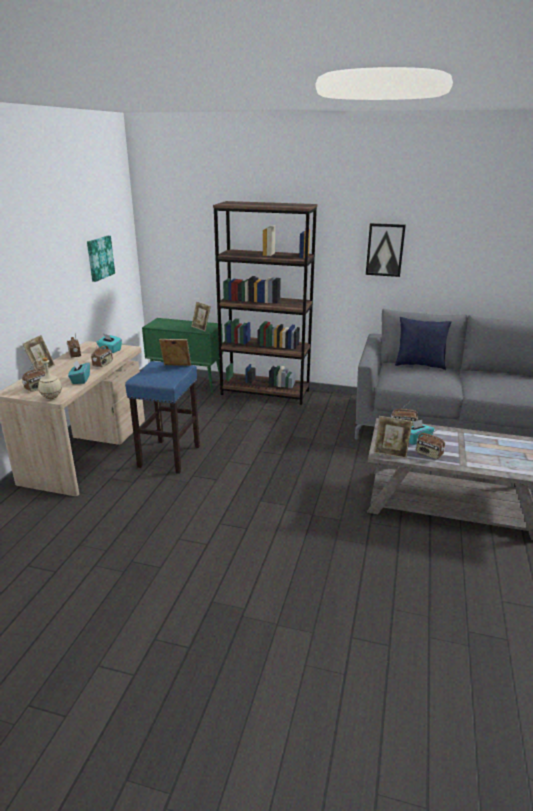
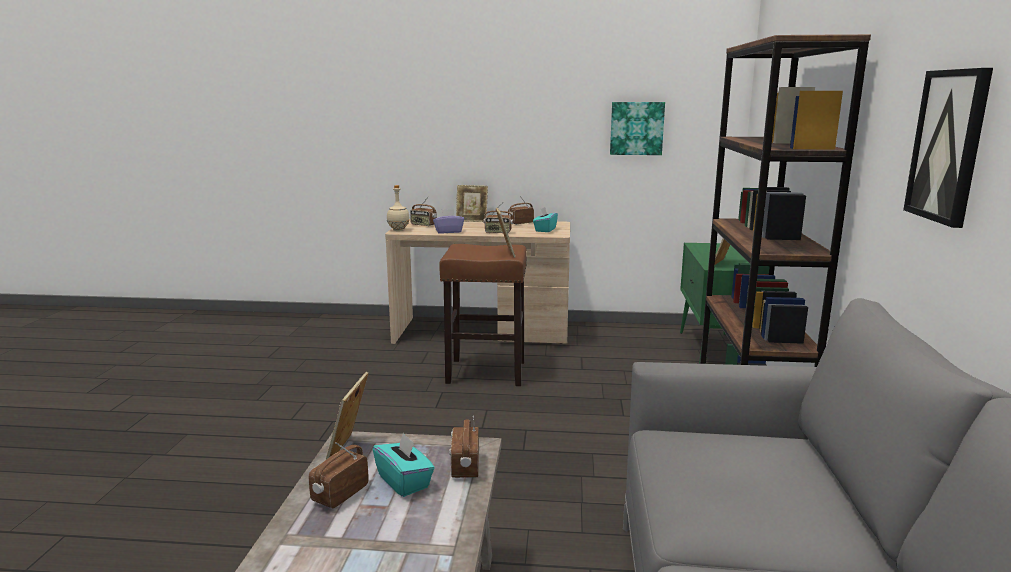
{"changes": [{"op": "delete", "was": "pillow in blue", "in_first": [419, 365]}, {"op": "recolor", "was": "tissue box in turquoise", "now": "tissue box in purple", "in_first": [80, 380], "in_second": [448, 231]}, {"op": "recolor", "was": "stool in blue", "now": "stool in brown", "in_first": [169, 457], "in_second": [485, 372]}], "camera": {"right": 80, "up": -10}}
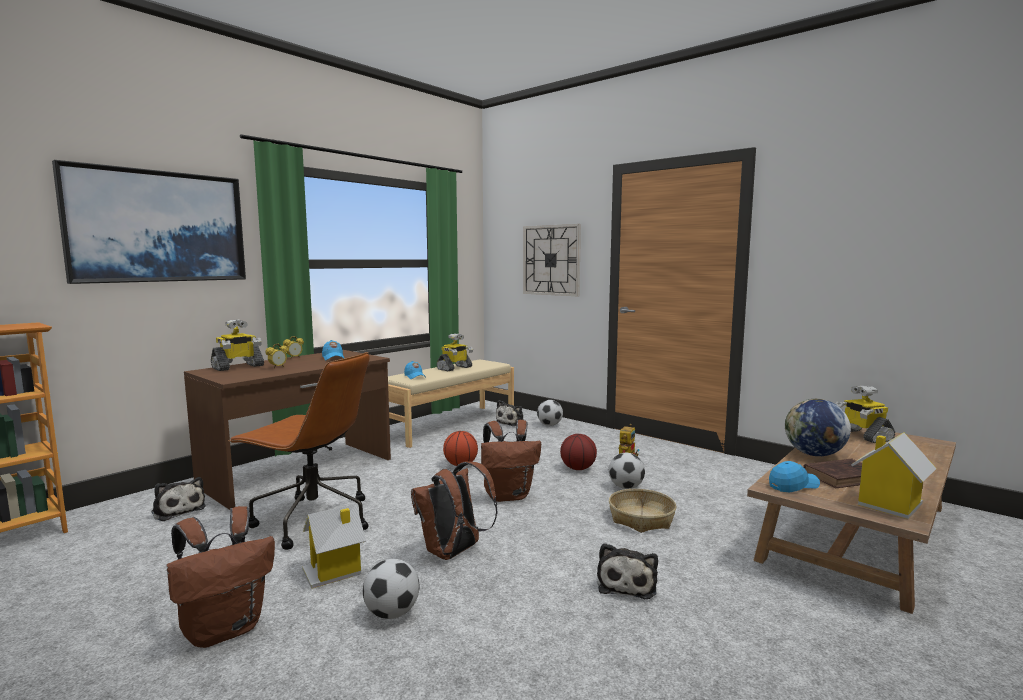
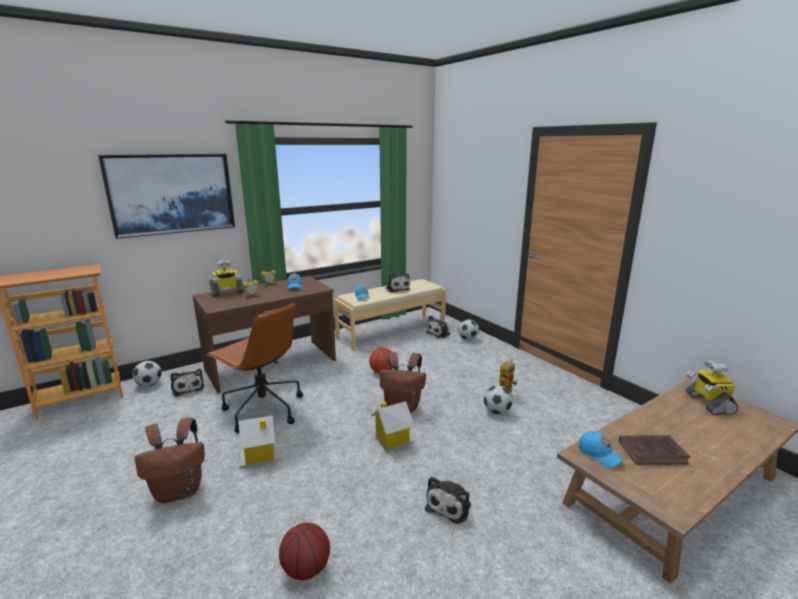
{"changes": [{"op": "delete", "was": "backpack in brown", "in_first": [453, 553]}, {"op": "delete", "was": "wall clock", "in_first": [551, 260]}, {"op": "delete", "was": "basket", "in_first": [641, 518]}, {"op": "delete", "was": "globe", "in_first": [814, 454]}, {"op": "move", "was": "football", "in_first": [392, 613], "in_second": [149, 384]}, {"op": "move", "was": "basketball", "in_first": [577, 468], "in_second": [305, 569]}, {"op": "move", "was": "toy house", "in_first": [888, 505], "in_second": [392, 440]}, {"op": "replace", "was": "toy robot", "now": "plush toy", "in_first": [455, 368], "in_second": [397, 289]}, {"op": "rotate", "was": "cap in blue", "in_first": [793, 485], "in_second": [599, 455], "clockwise": 60}], "camera": {"right": 15, "up": 10}}
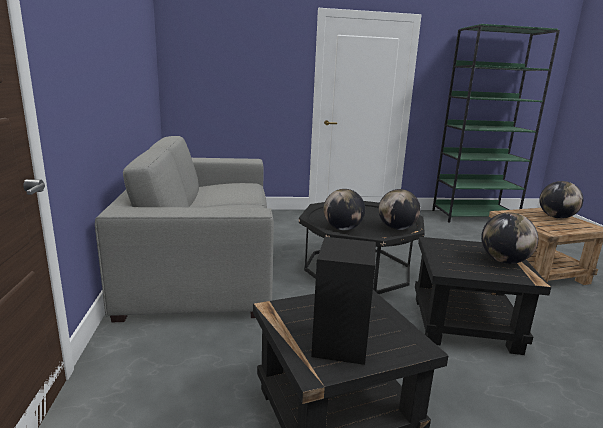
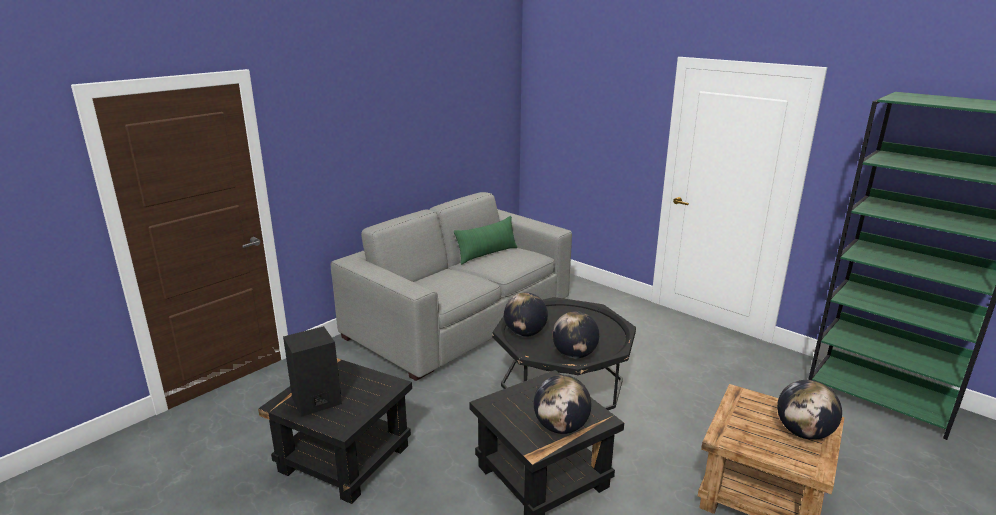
{"changes": [{"op": "insert", "now": "pillow in green", "in_second": [487, 254]}], "camera": {"right": 50, "up": 5}}
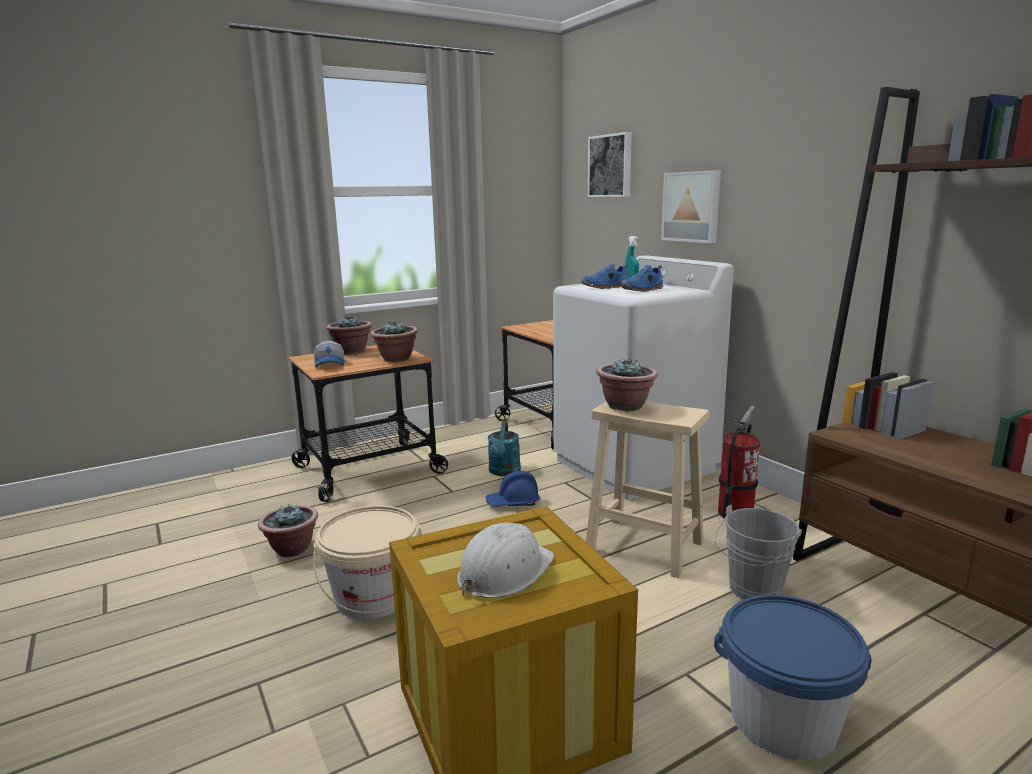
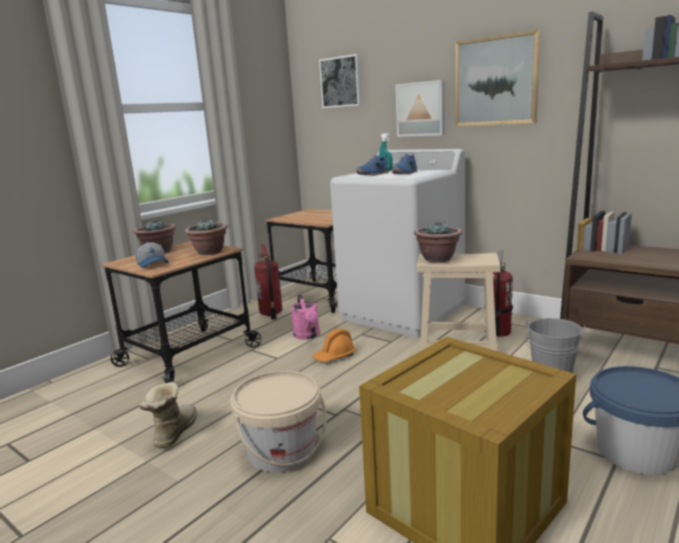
{"changes": [{"op": "delete", "was": "hard hat in white", "in_first": [504, 571]}, {"op": "insert", "now": "fire extinguisher", "in_second": [271, 314]}, {"op": "insert", "now": "picture", "in_second": [496, 81]}, {"op": "replace", "was": "potted plant", "now": "boot", "in_first": [292, 549], "in_second": [172, 433]}, {"op": "recolor", "was": "hard hat in blue", "now": "hard hat in orange", "in_first": [513, 503], "in_second": [335, 356]}, {"op": "recolor", "was": "watering can in turquoise", "now": "watering can in pink", "in_first": [504, 472], "in_second": [308, 336]}], "camera": {"right": -20, "up": 0}}
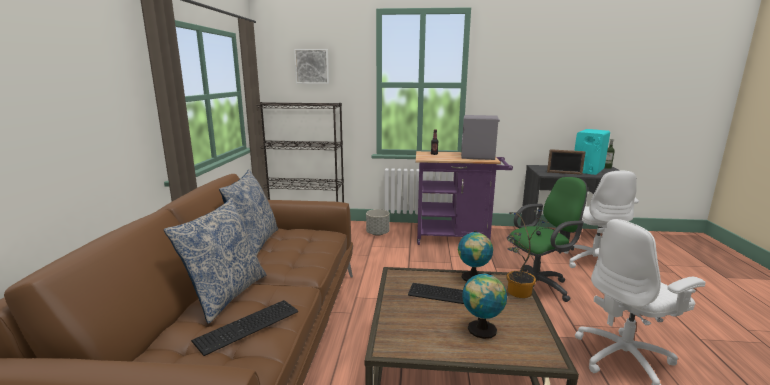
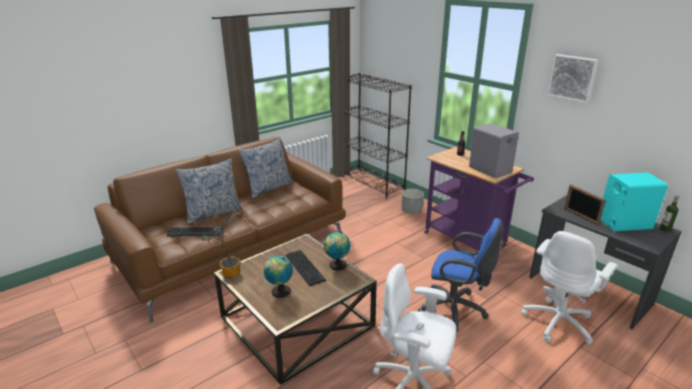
{"changes": [{"op": "move", "was": "picture", "in_first": [312, 66], "in_second": [572, 77]}, {"op": "move", "was": "potted plant", "in_first": [517, 293], "in_second": [228, 272]}, {"op": "recolor", "was": "office chair in green", "now": "office chair in blue", "in_first": [538, 286], "in_second": [456, 310]}], "camera": {"right": 45, "up": 10}}
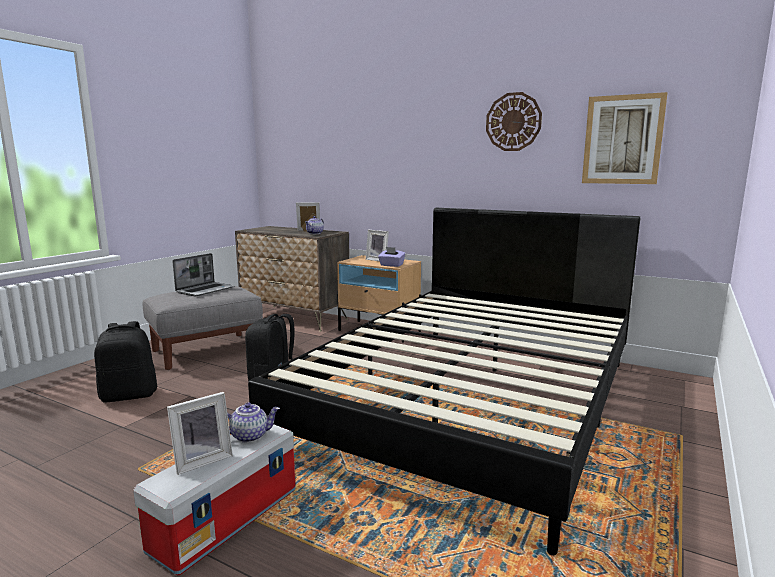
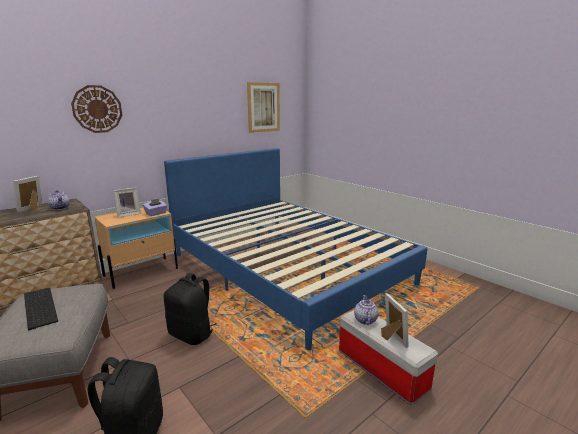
{"changes": [{"op": "move", "was": "wall clock", "in_first": [513, 122], "in_second": [97, 109]}, {"op": "replace", "was": "laptop", "now": "keyboard", "in_first": [205, 290], "in_second": [38, 307]}, {"op": "recolor", "was": "bed in black", "now": "bed in blue", "in_first": [472, 401], "in_second": [287, 268]}], "camera": {"right": -70, "up": 5}}
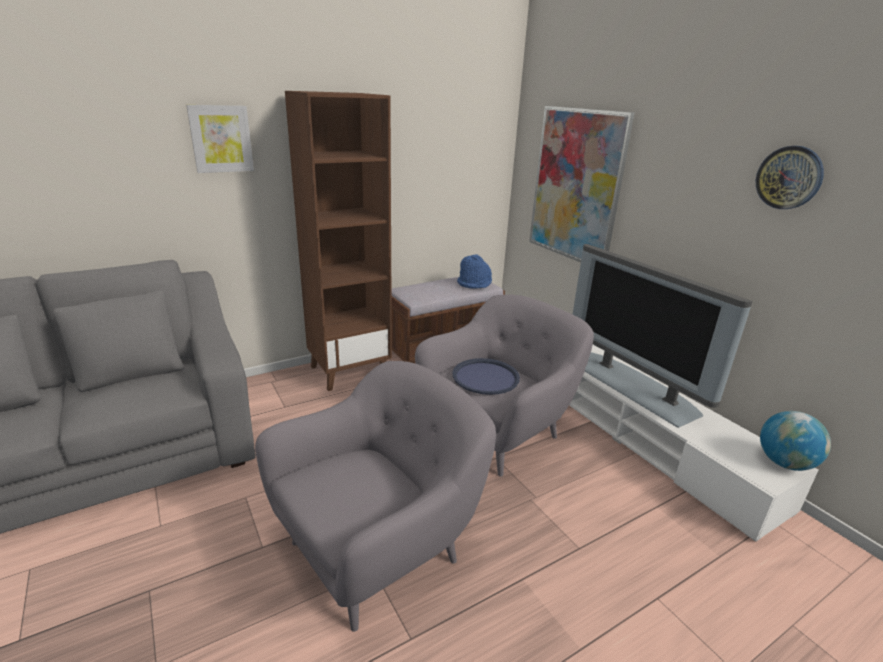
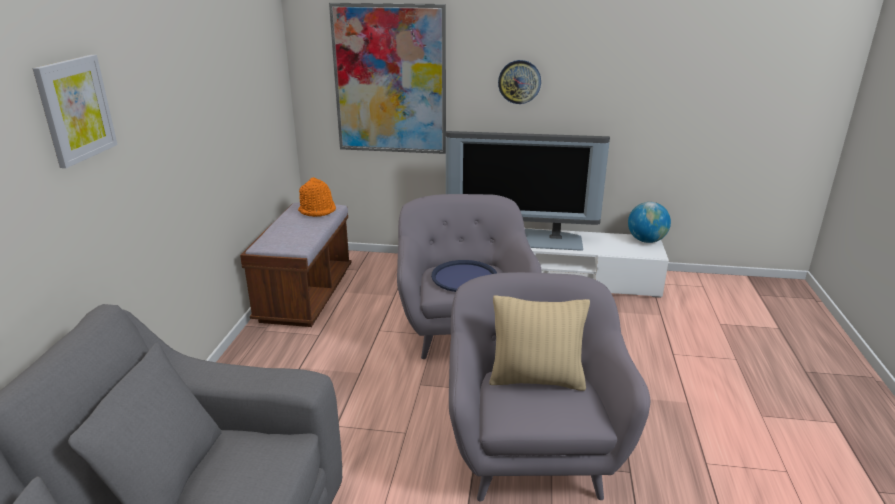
{"changes": [{"op": "delete", "was": "bookcase in brown", "in_first": [349, 370]}, {"op": "insert", "now": "pillow in beige", "in_second": [536, 379]}, {"op": "move", "was": "wall clock", "in_first": [789, 177], "in_second": [519, 82]}, {"op": "recolor", "was": "hat in blue", "now": "hat in orange", "in_first": [474, 283], "in_second": [317, 210]}], "camera": {"right": -50, "up": 0}}
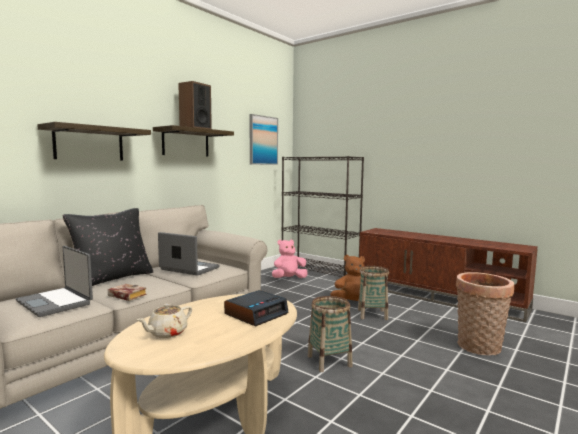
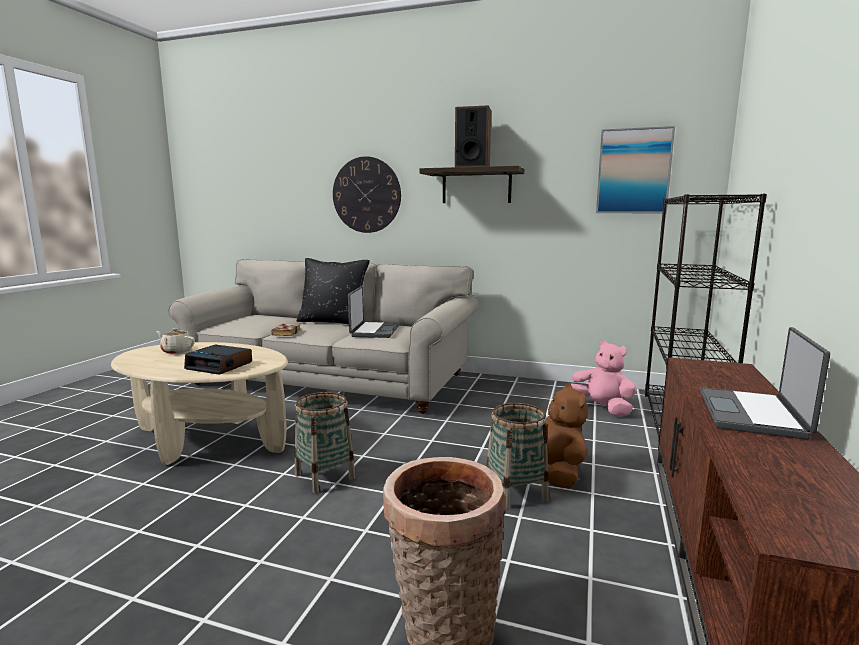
{"changes": [{"op": "move", "was": "laptop", "in_first": [56, 302], "in_second": [753, 414]}, {"op": "replace", "was": "shelf", "now": "wall clock", "in_first": [89, 144], "in_second": [366, 195]}], "camera": {"right": 70, "up": 5}}
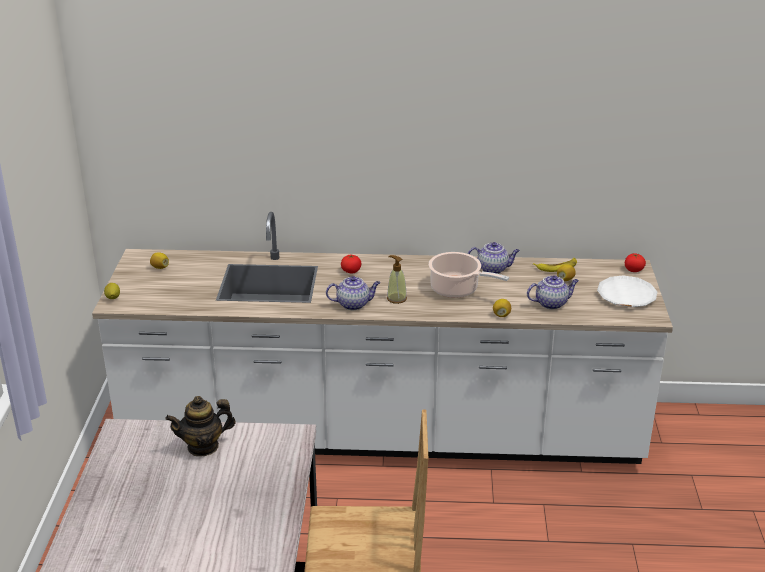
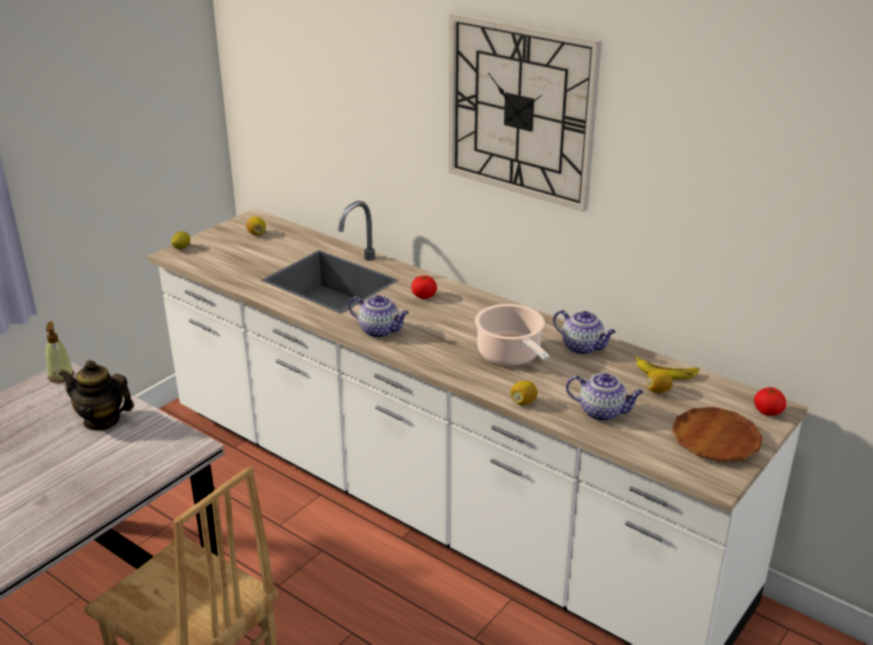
{"changes": [{"op": "insert", "now": "wall clock", "in_second": [520, 111]}, {"op": "move", "was": "soap dispenser", "in_first": [396, 298], "in_second": [61, 376]}, {"op": "recolor", "was": "plate in white", "now": "plate in brown", "in_first": [626, 295], "in_second": [715, 440]}], "camera": {"right": 35, "up": 0}}
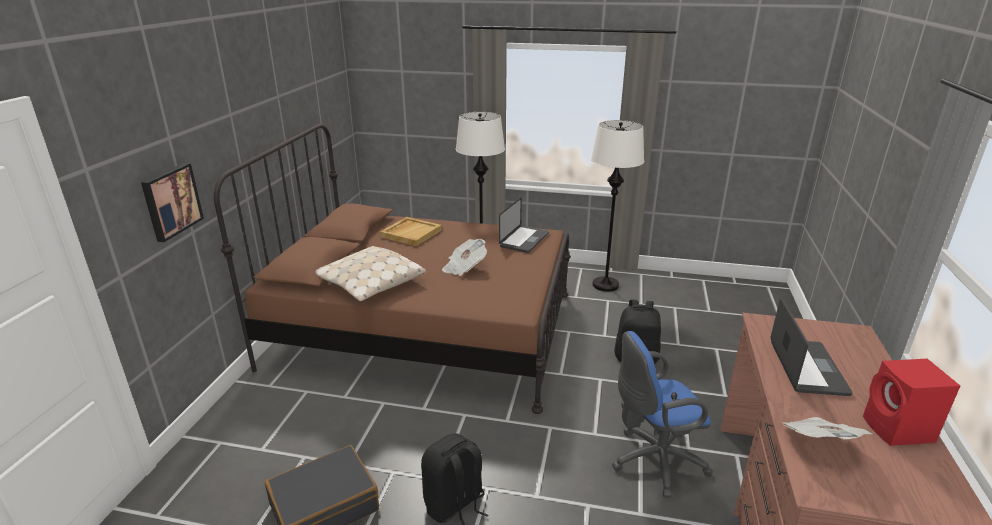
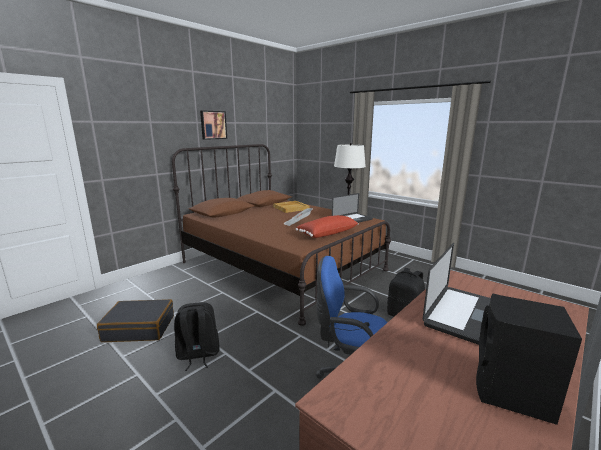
{"changes": [{"op": "delete", "was": "pillow in beige", "in_first": [369, 284]}, {"op": "delete", "was": "floor lamp in white", "in_first": [606, 285]}, {"op": "delete", "was": "newspaper", "in_first": [819, 443]}, {"op": "insert", "now": "pillow in red", "in_second": [327, 233]}, {"op": "move", "was": "picture", "in_first": [171, 201], "in_second": [213, 125]}, {"op": "recolor", "was": "speaker in red", "now": "speaker in black", "in_first": [898, 431], "in_second": [512, 394]}], "camera": {"right": 30, "up": -10}}
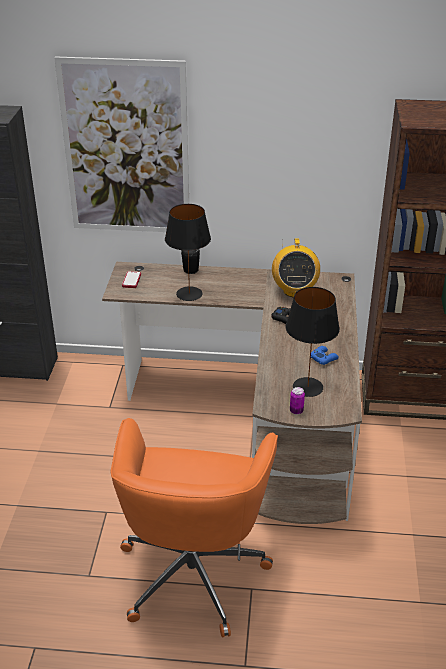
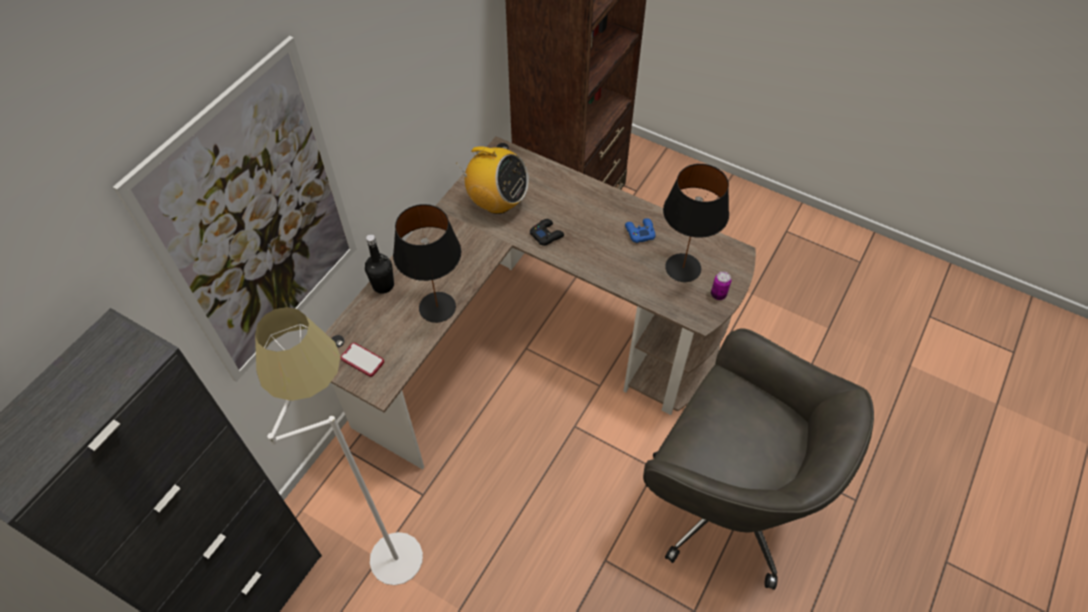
{"changes": [{"op": "insert", "now": "floor lamp in white", "in_second": [382, 540]}, {"op": "recolor", "was": "office chair in orange", "now": "office chair in grey", "in_first": [193, 570], "in_second": [725, 500]}], "camera": {"right": -65, "up": 20}}
